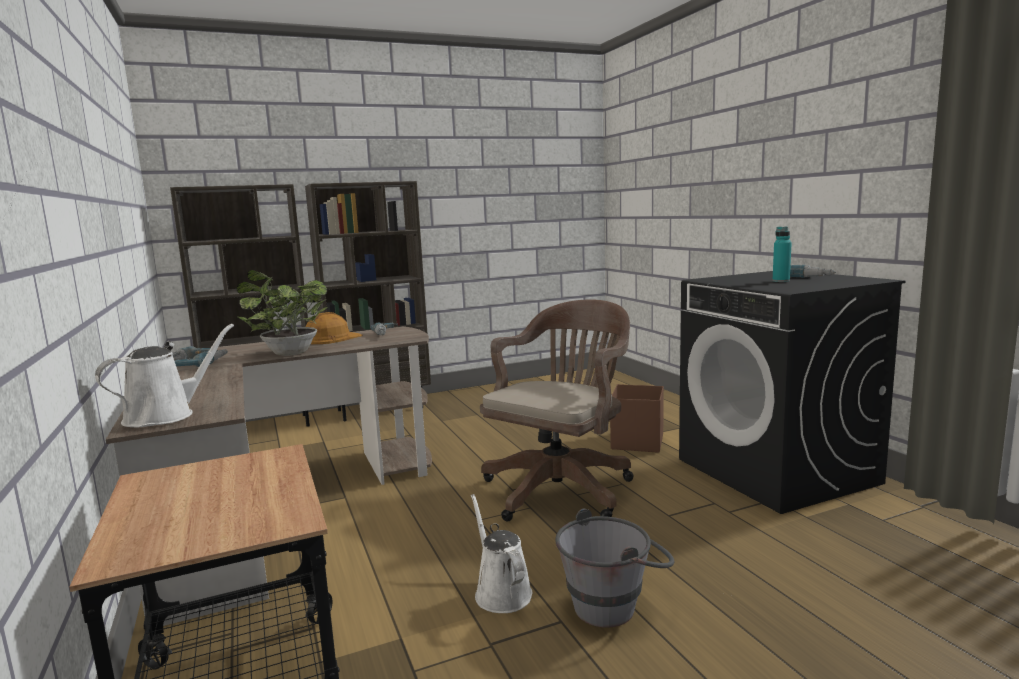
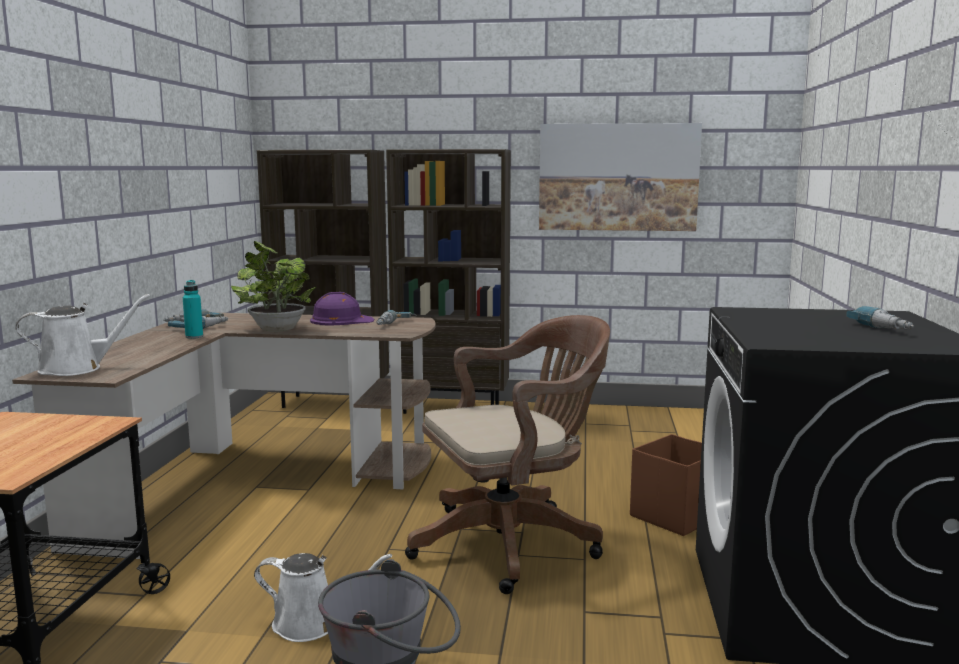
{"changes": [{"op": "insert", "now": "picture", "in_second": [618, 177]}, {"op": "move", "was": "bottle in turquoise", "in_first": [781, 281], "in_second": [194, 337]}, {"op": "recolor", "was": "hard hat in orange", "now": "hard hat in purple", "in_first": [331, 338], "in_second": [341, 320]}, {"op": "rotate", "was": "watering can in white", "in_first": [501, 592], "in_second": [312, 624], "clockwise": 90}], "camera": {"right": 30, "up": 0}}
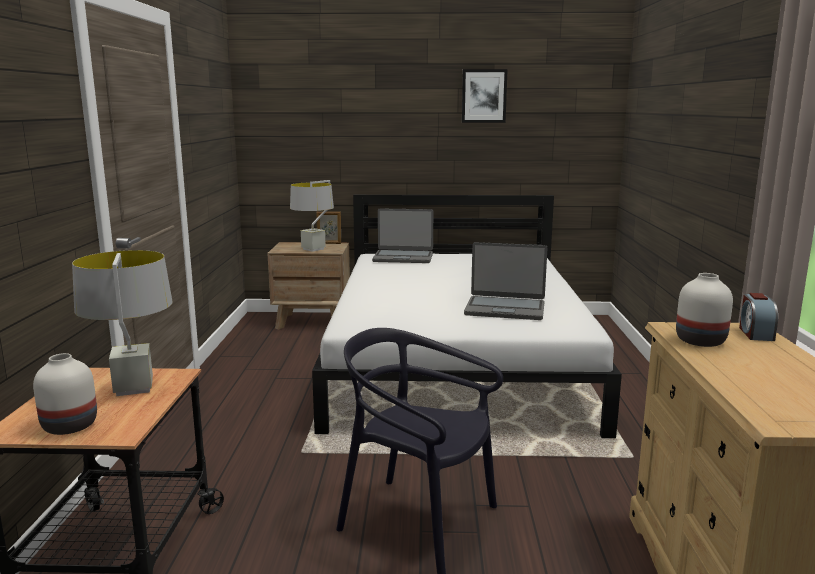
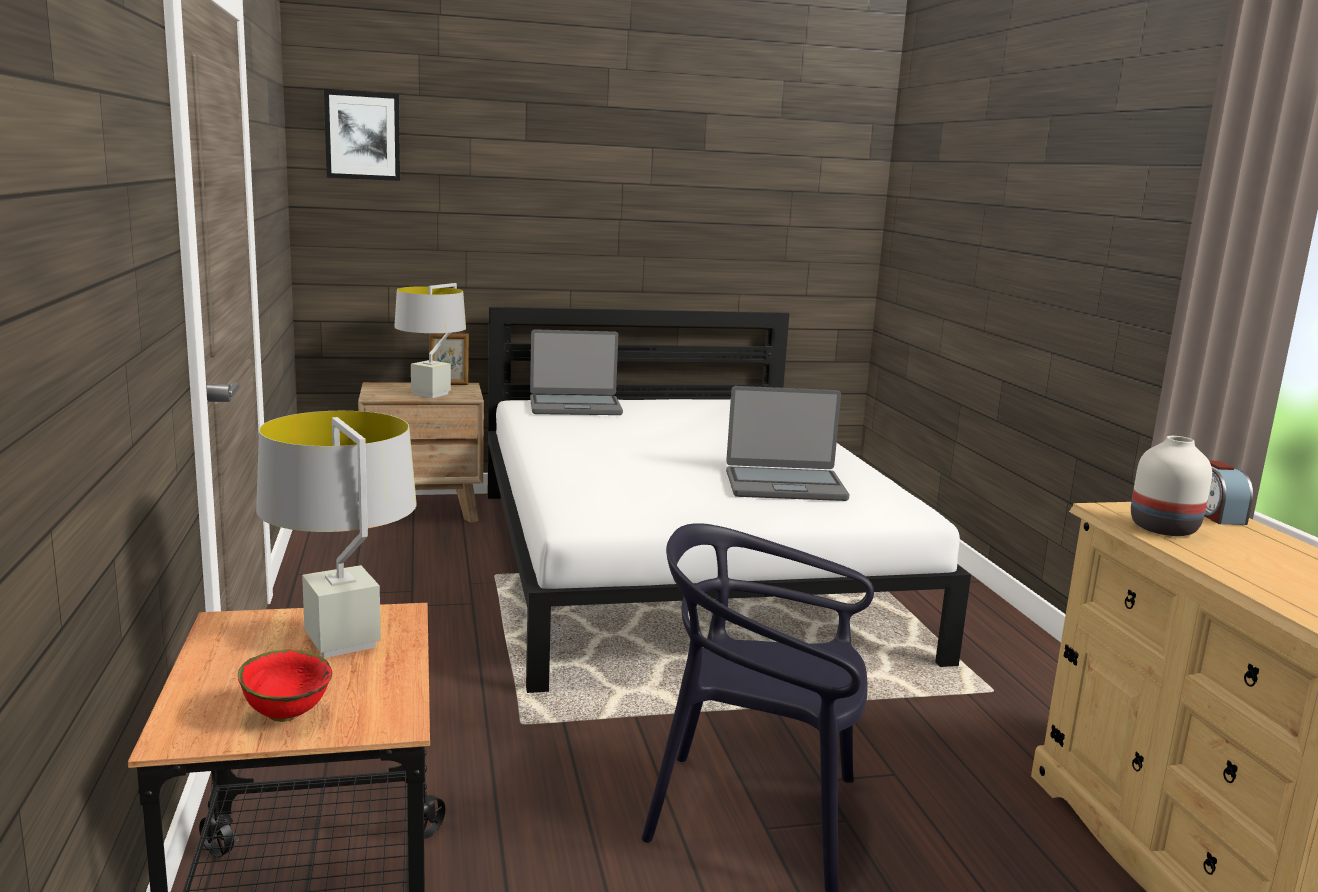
{"changes": [{"op": "move", "was": "picture", "in_first": [484, 96], "in_second": [363, 136]}, {"op": "replace", "was": "vase in white", "now": "bowl in red", "in_first": [70, 425], "in_second": [287, 714]}], "camera": {"right": -15, "up": 0}}
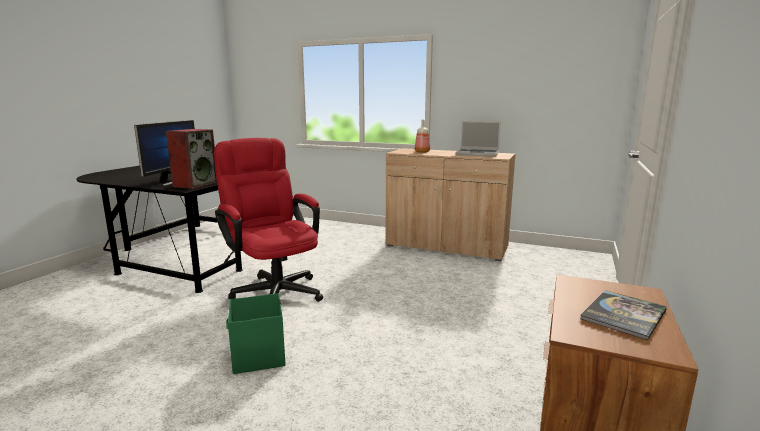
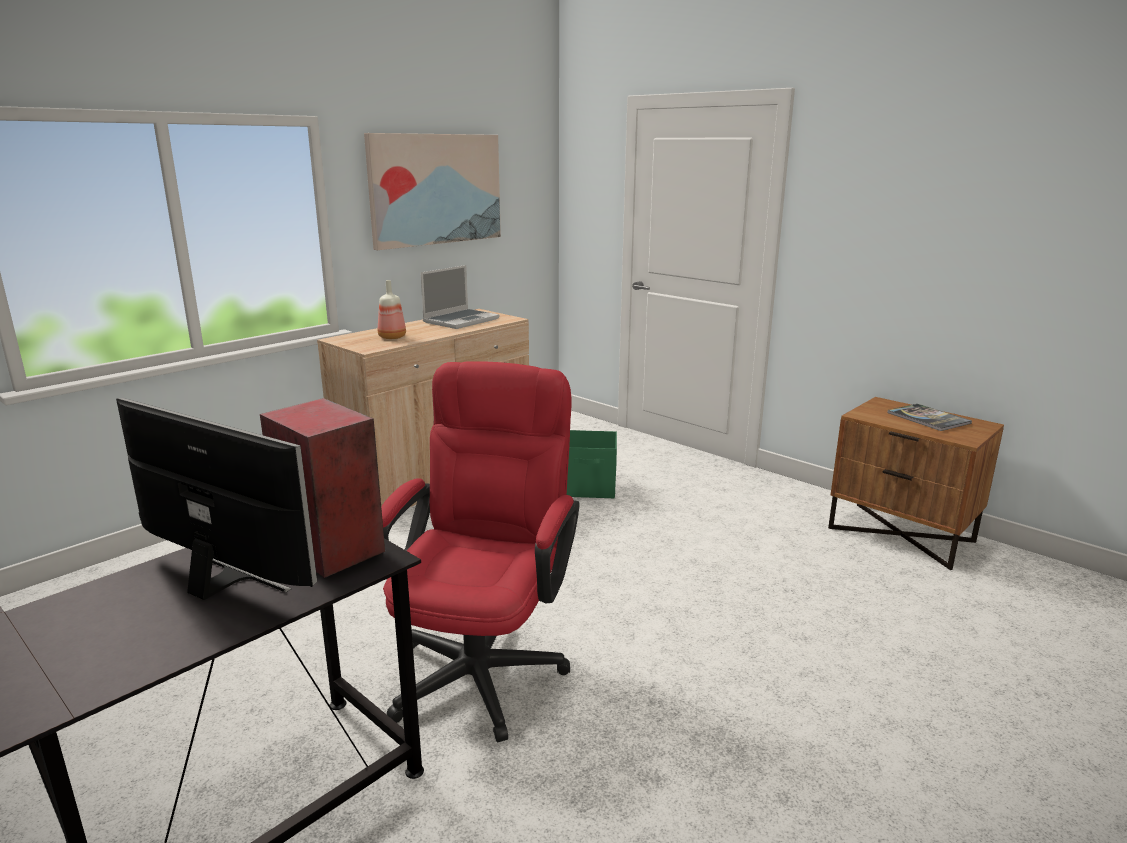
{"changes": [{"op": "insert", "now": "picture", "in_second": [435, 189]}, {"op": "move", "was": "storage box in green", "in_first": [258, 356], "in_second": [591, 488]}, {"op": "rotate", "was": "office chair in red", "in_first": [274, 290], "in_second": [484, 663], "clockwise": 120}], "camera": {"right": -70, "up": 5}}
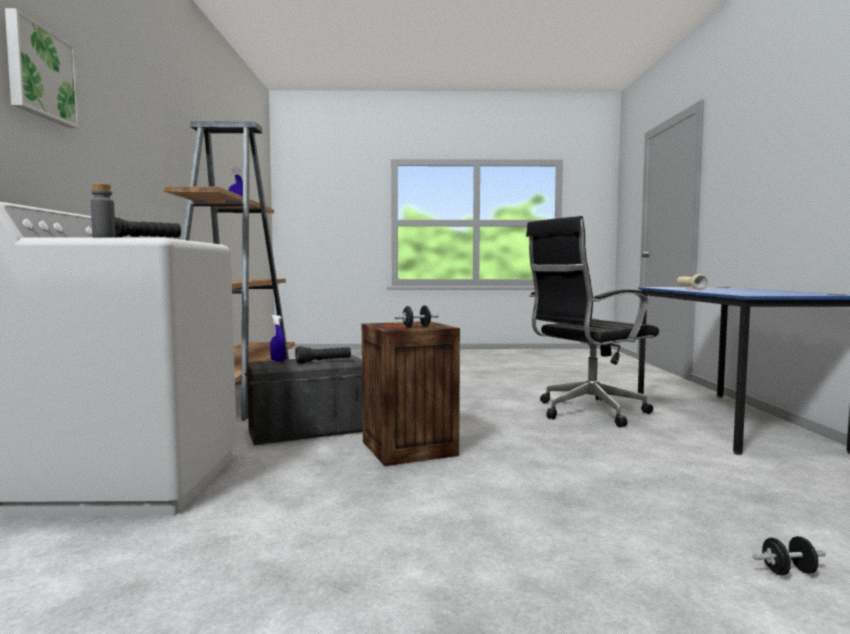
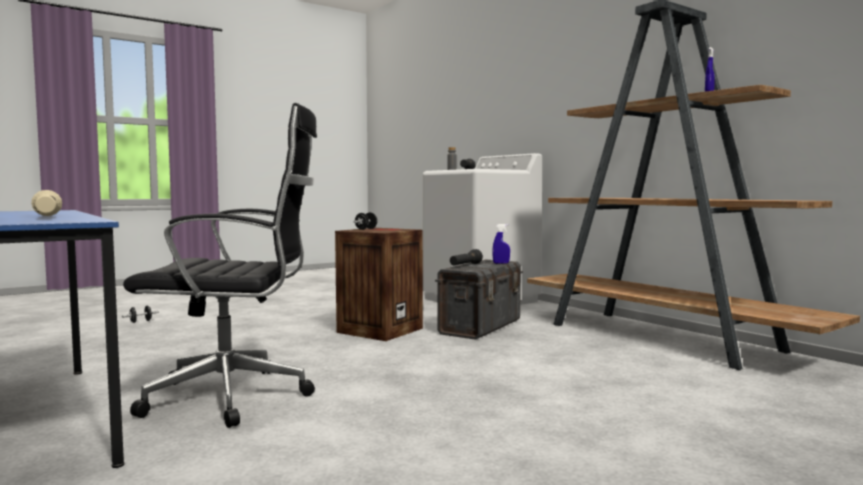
{"changes": [{"op": "delete", "was": "picture", "in_first": [40, 73]}, {"op": "rotate", "was": "office chair in black", "in_first": [586, 412], "in_second": [236, 397], "clockwise": 60}], "camera": {"right": 145, "up": 0}}
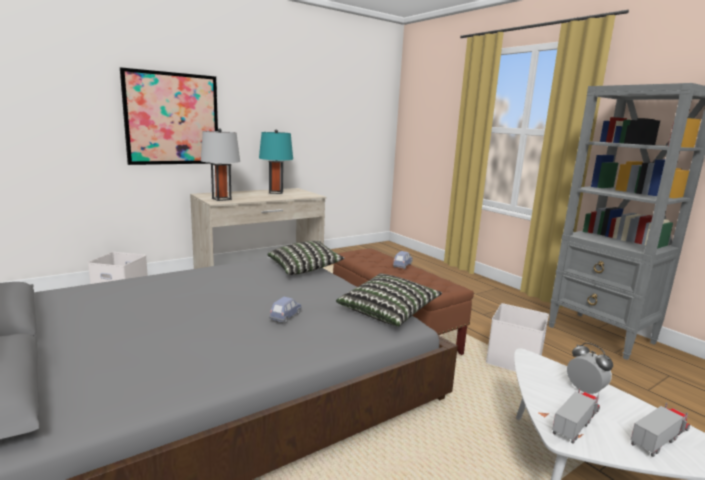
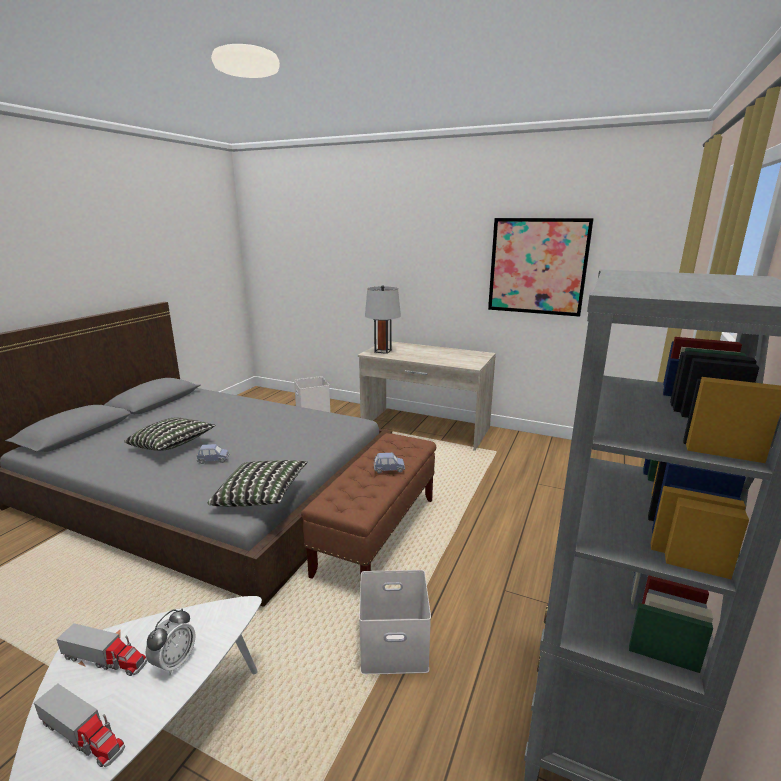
{"changes": [{"op": "delete", "was": "table lamp in turquoise", "in_first": [276, 192]}, {"op": "move", "was": "picture", "in_first": [172, 119], "in_second": [537, 266]}, {"op": "move", "was": "pillow", "in_first": [304, 269], "in_second": [172, 446]}], "camera": {"right": 60, "up": 5}}
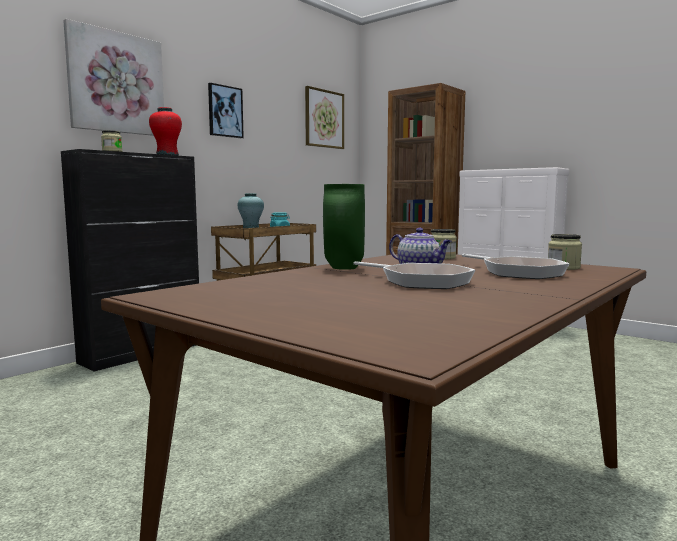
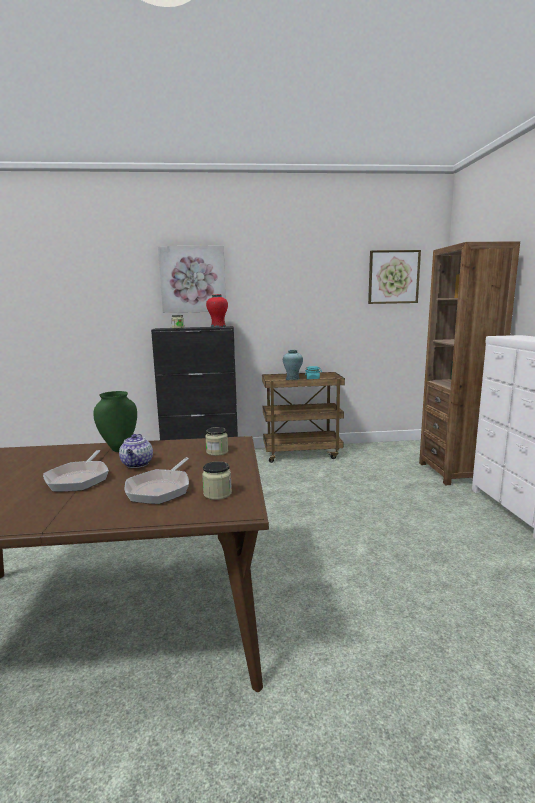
{"changes": [{"op": "delete", "was": "picture", "in_first": [225, 111]}], "camera": {"right": 45, "up": 5}}
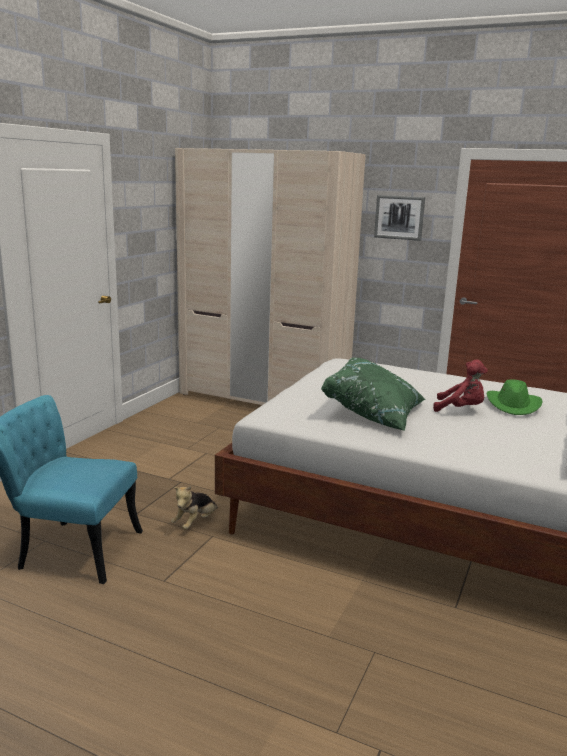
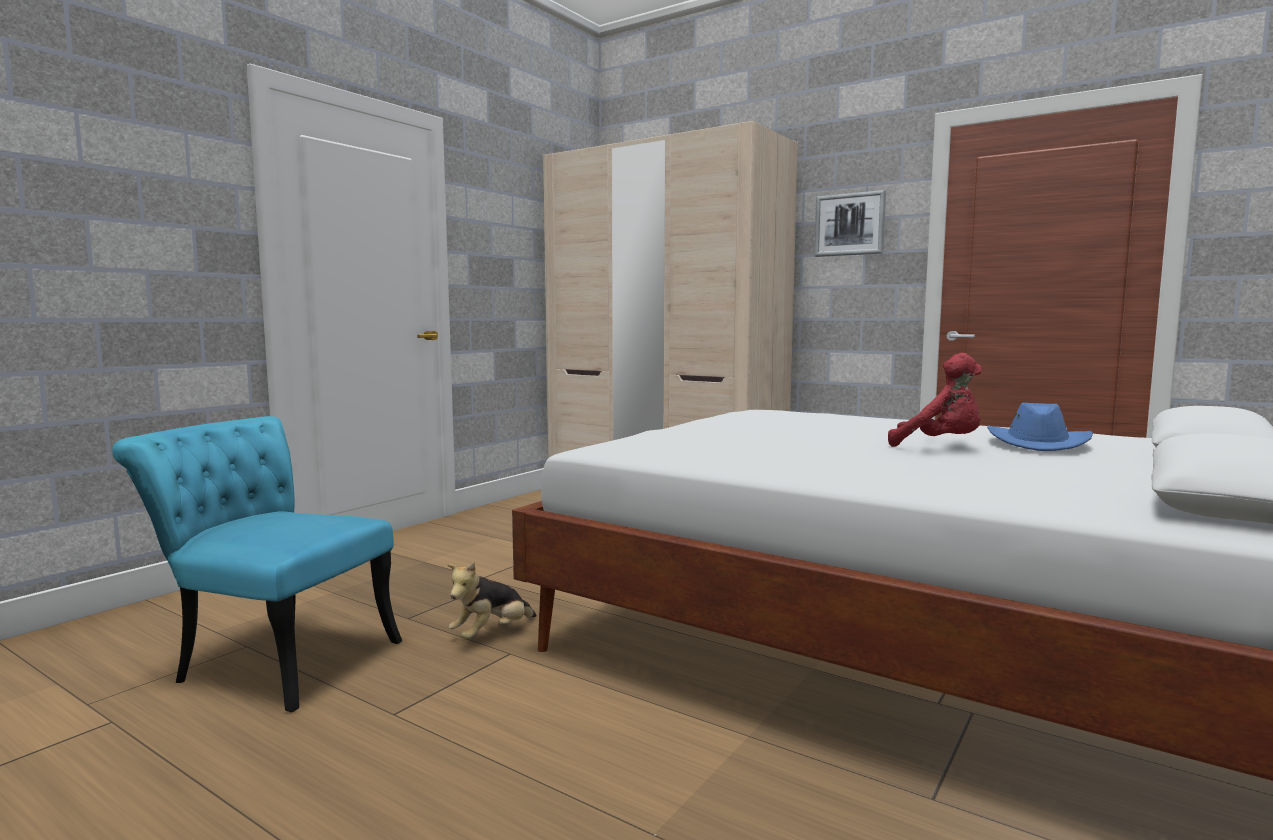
{"changes": [{"op": "delete", "was": "pillow in green", "in_first": [374, 414]}, {"op": "recolor", "was": "hat in green", "now": "hat in blue", "in_first": [513, 405], "in_second": [1038, 444]}], "camera": {"right": 10, "up": -10}}
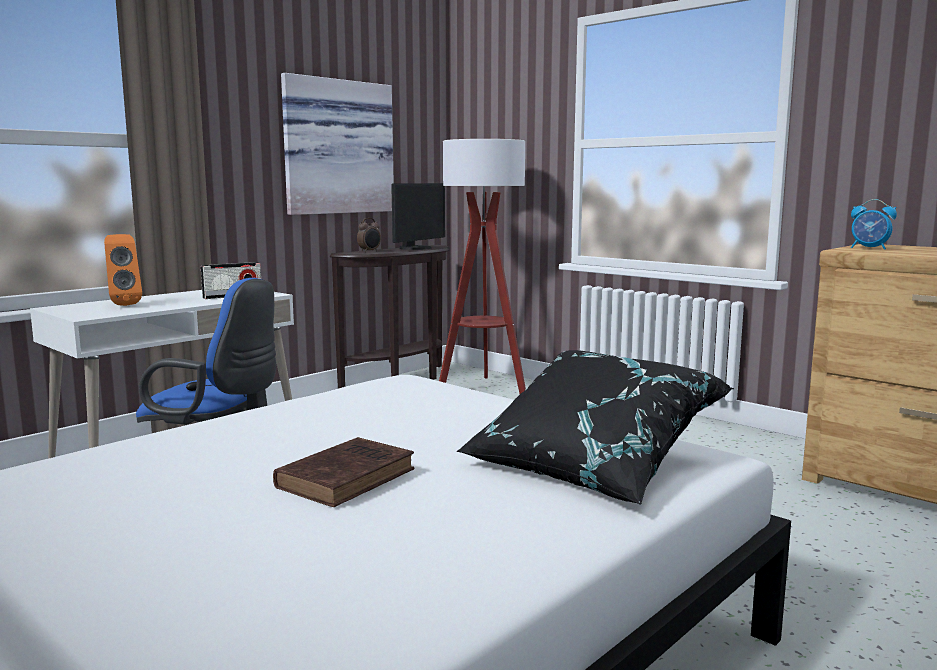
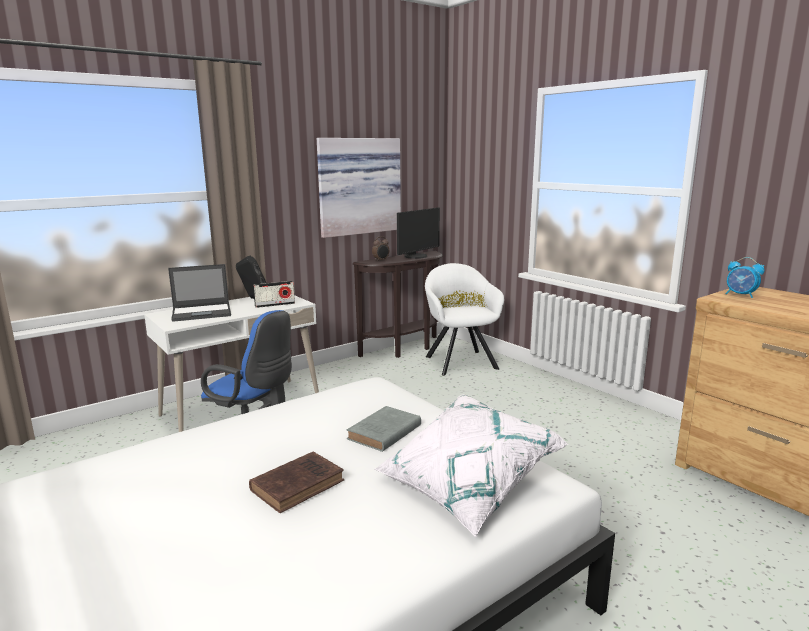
{"changes": [{"op": "insert", "now": "speaker in black", "in_second": [253, 298]}, {"op": "insert", "now": "book in grey", "in_second": [383, 433]}, {"op": "replace", "was": "speaker in orange", "now": "laptop", "in_first": [124, 305], "in_second": [202, 312]}, {"op": "replace", "was": "floor lamp", "now": "armchair in white", "in_first": [483, 389], "in_second": [460, 361]}, {"op": "recolor", "was": "pillow in black", "now": "pillow in white", "in_first": [590, 465], "in_second": [465, 486]}], "camera": {"right": 10, "up": 5}}
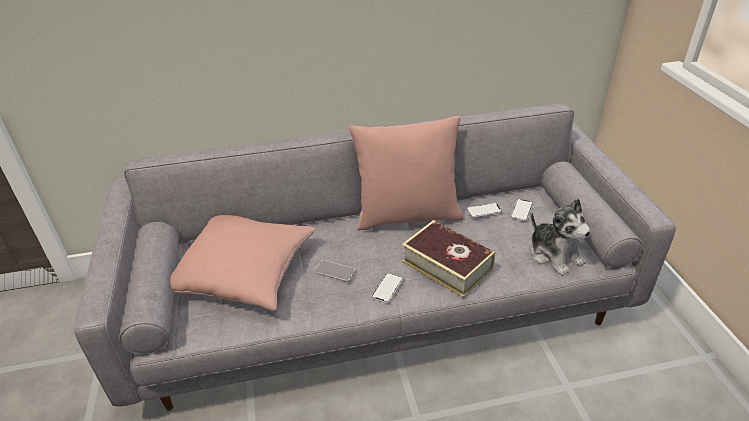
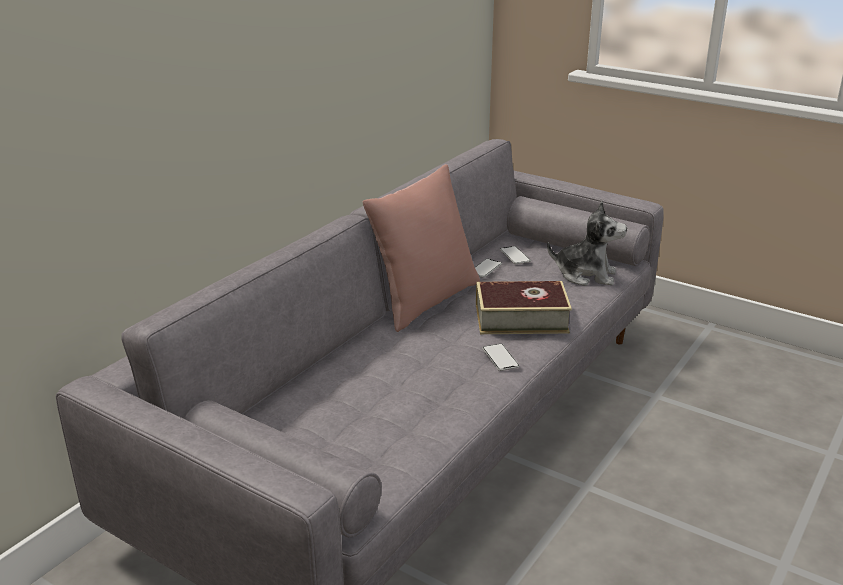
{"changes": [{"op": "delete", "was": "pillow in pink", "in_first": [244, 273]}, {"op": "delete", "was": "phone", "in_first": [335, 271]}], "camera": {"right": -45, "up": -10}}
